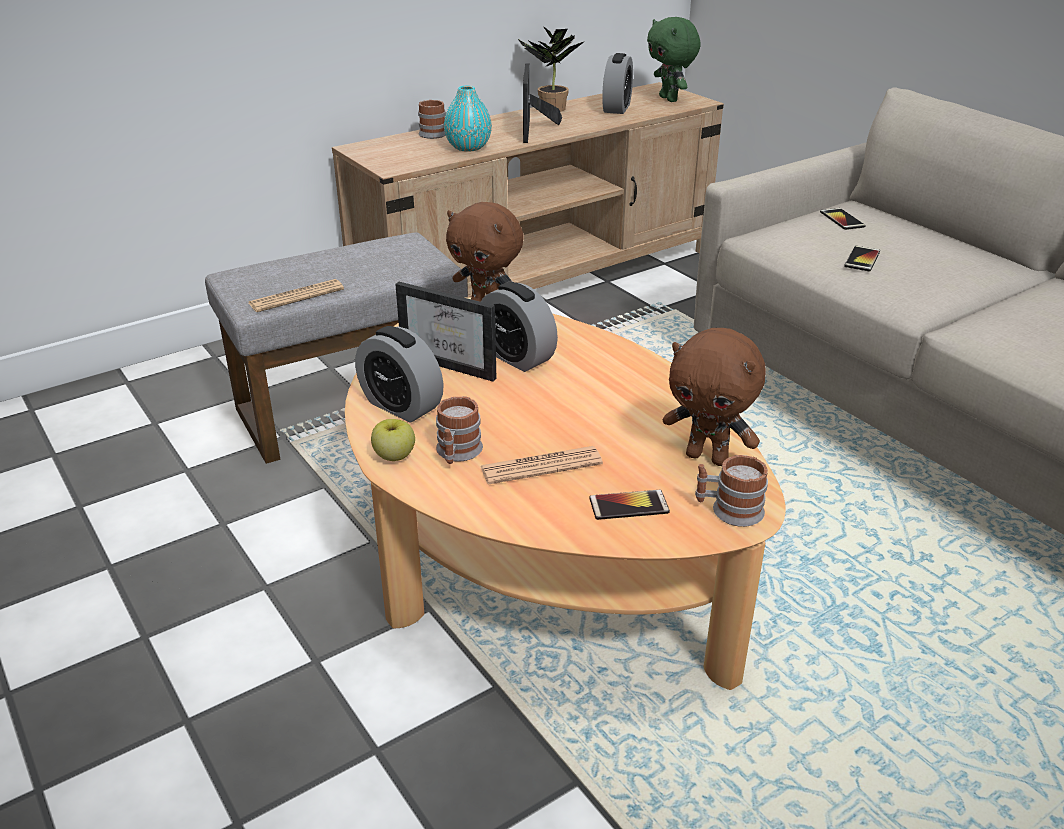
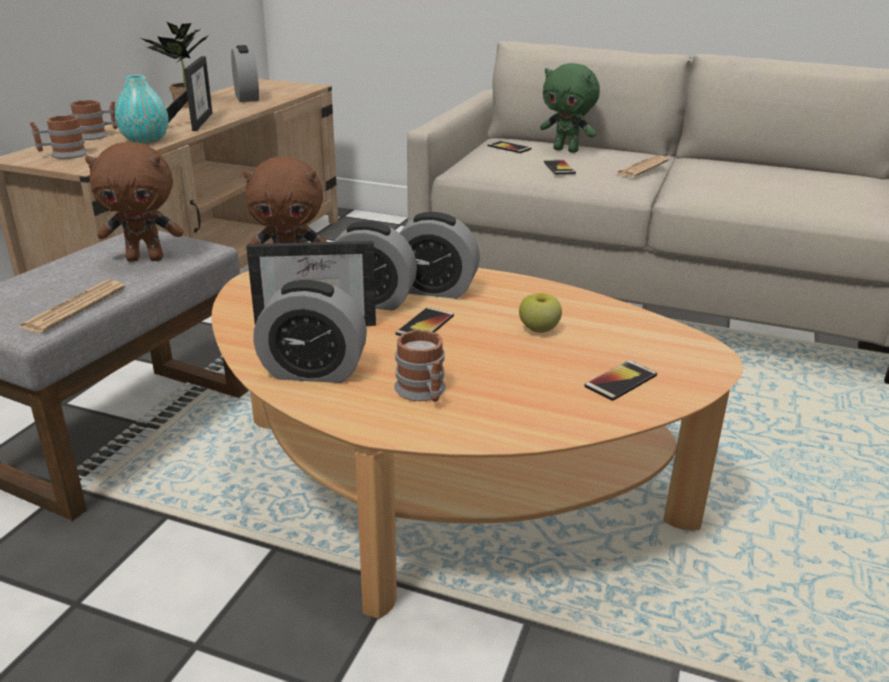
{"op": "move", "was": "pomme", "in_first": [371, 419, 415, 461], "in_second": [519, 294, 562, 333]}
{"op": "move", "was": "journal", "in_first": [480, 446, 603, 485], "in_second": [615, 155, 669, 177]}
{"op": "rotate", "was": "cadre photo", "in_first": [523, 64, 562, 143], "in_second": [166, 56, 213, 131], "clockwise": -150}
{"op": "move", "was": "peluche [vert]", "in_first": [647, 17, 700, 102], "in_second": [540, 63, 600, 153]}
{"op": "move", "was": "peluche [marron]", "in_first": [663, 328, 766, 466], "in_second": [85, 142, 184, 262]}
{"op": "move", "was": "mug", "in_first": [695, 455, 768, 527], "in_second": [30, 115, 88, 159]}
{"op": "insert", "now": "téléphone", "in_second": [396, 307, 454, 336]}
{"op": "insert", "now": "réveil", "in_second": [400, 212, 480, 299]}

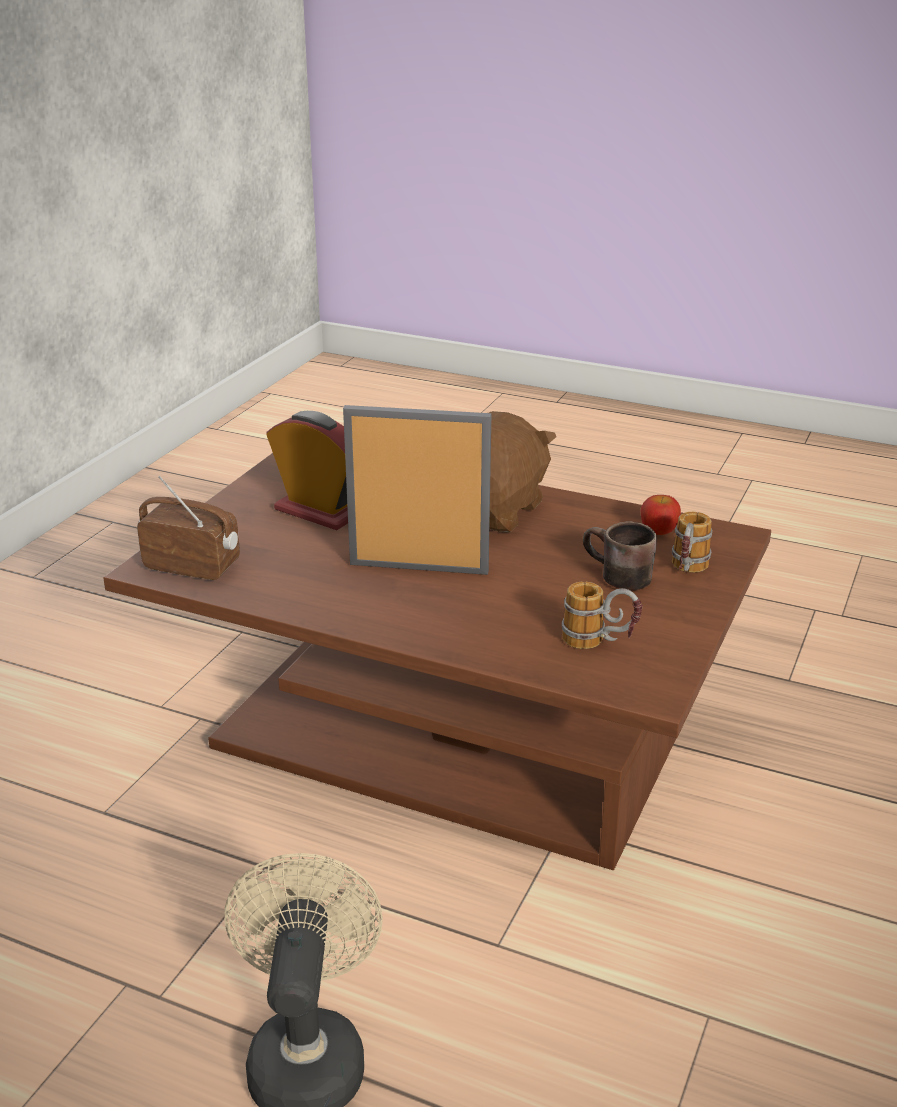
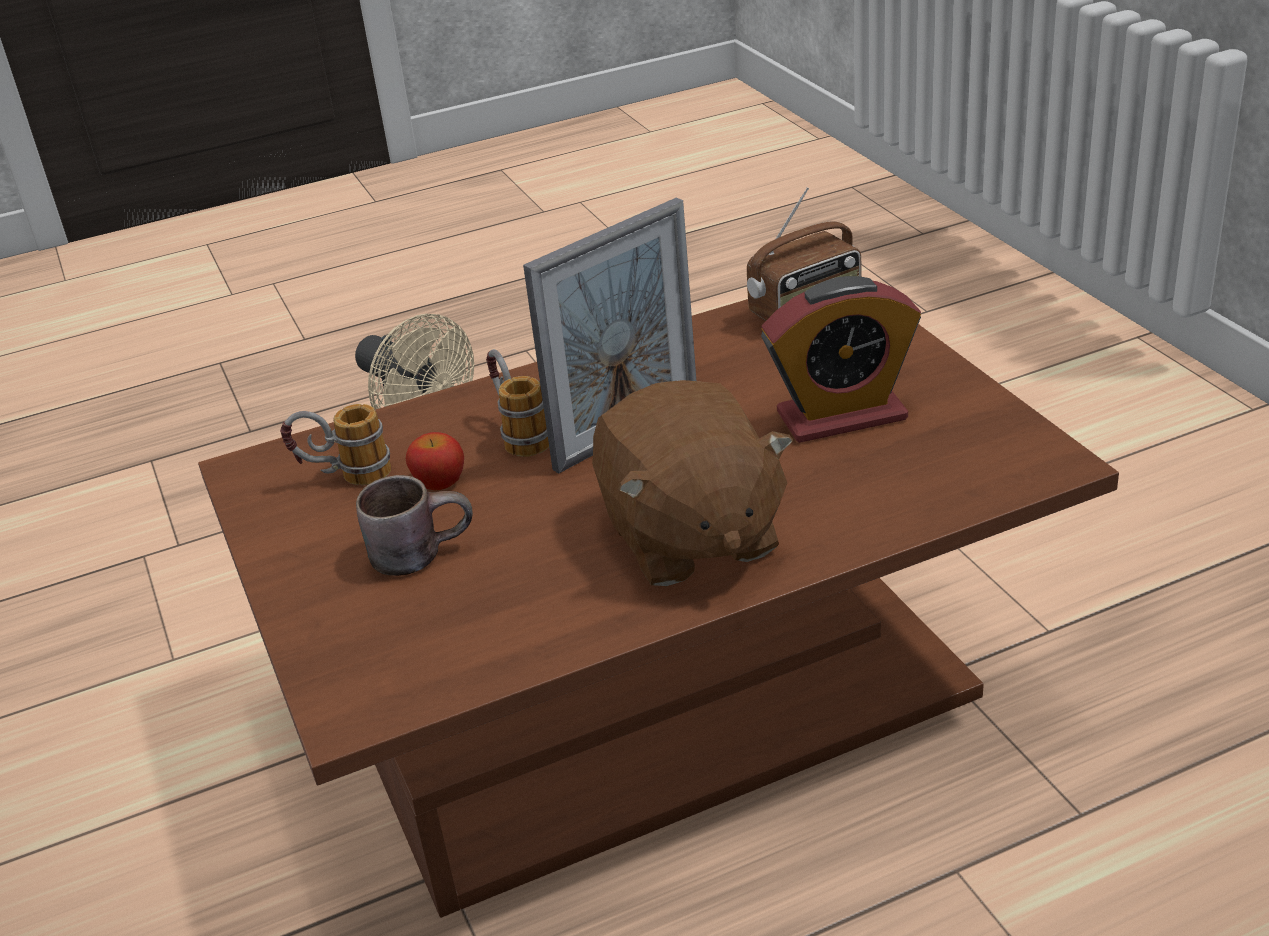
{"op": "move", "was": "pomme", "in_first": [641, 495, 681, 535], "in_second": [406, 432, 464, 490]}
{"op": "move", "was": "mug", "in_first": [672, 512, 713, 573], "in_second": [486, 349, 549, 457]}

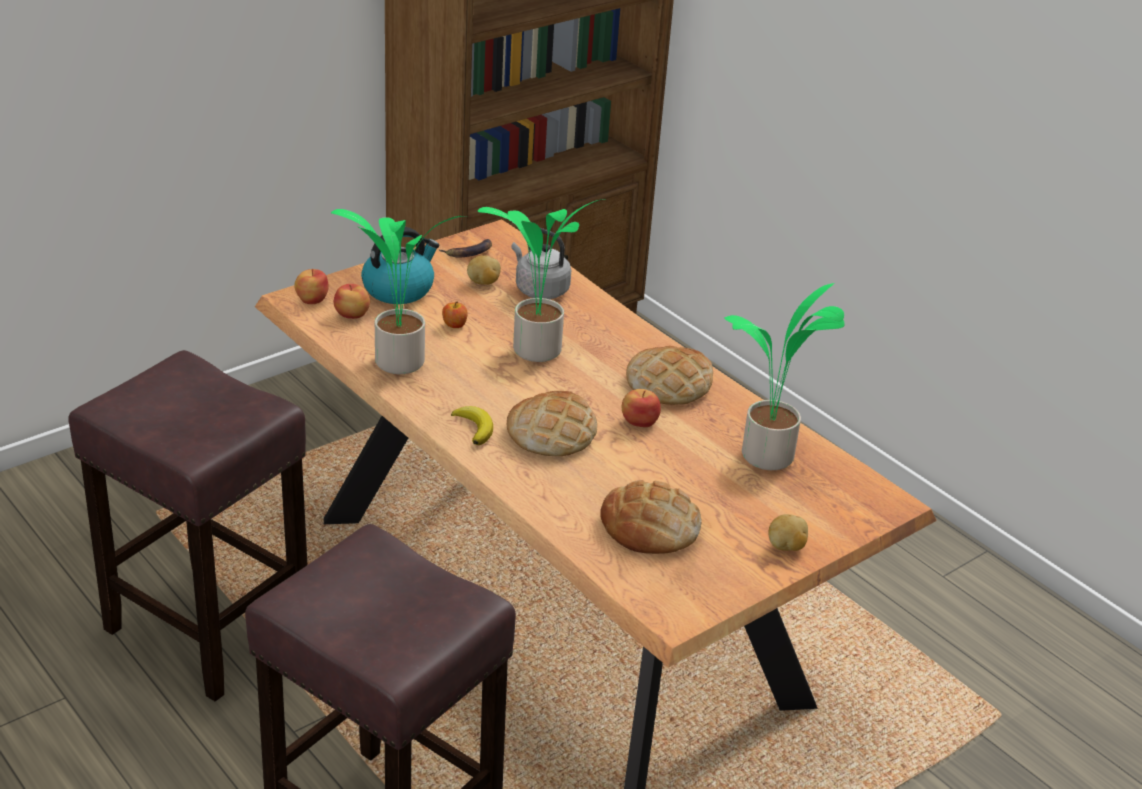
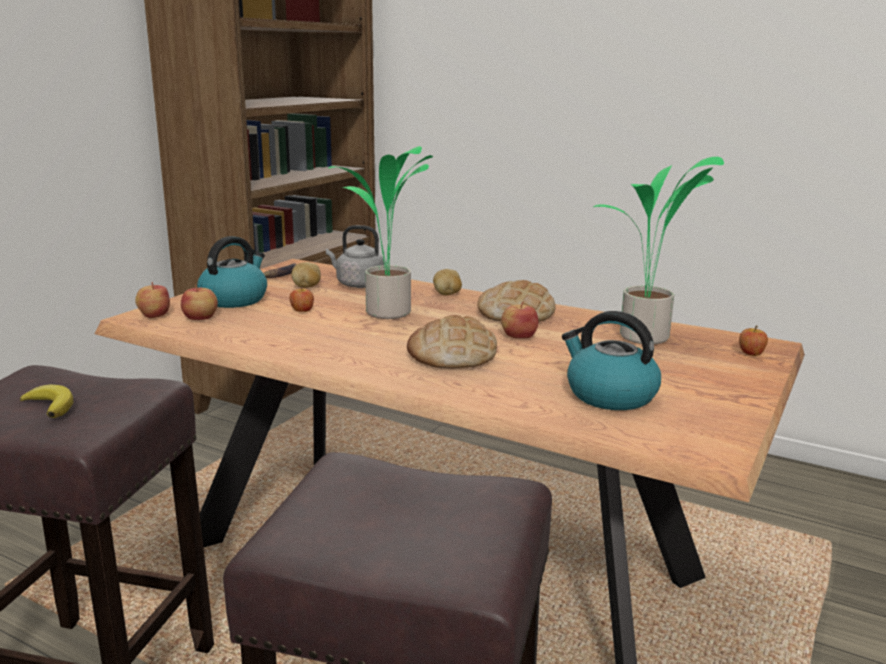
{"op": "delete", "was": "plante en pot", "in_first": [331, 209, 467, 374]}
{"op": "move", "was": "banane", "in_first": [451, 406, 493, 445], "in_second": [20, 384, 73, 418]}
{"op": "replace", "was": "pain", "now": "bouilloire", "in_first": [600, 480, 702, 554], "in_second": [562, 311, 661, 410]}
{"op": "move", "was": "pomme de terre", "in_first": [768, 514, 808, 551], "in_second": [433, 269, 462, 295]}
{"op": "insert", "now": "pomme", "in_second": [739, 326, 768, 356]}

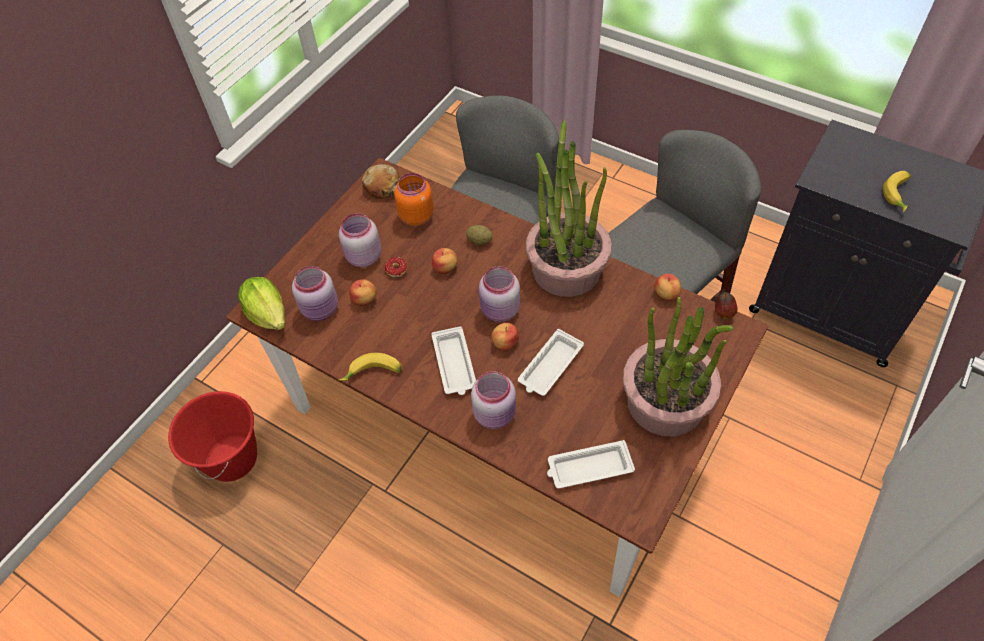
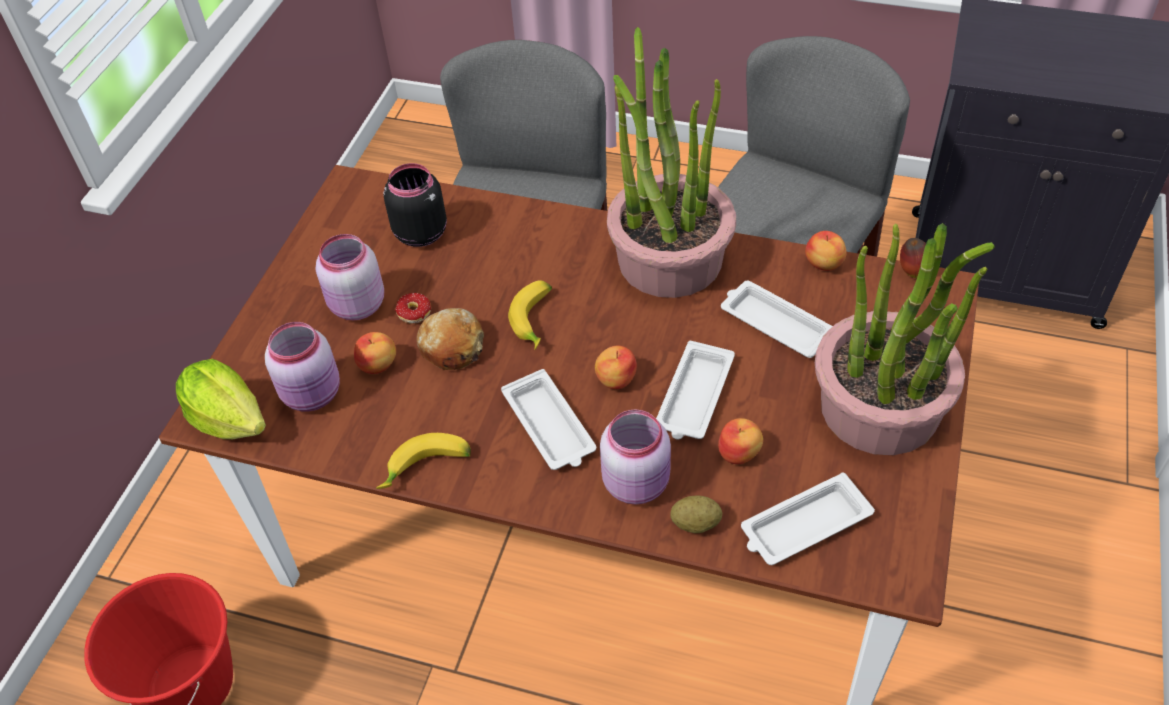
{"op": "move", "was": "pain", "in_first": [362, 164, 400, 199], "in_second": [416, 308, 484, 370]}
{"op": "recolor", "was": "bocal [orange]", "now": "bocal [noir]", "in_first": [394, 173, 434, 226], "in_second": [383, 163, 447, 247]}
{"op": "move", "was": "pomme", "in_first": [432, 248, 458, 274], "in_second": [718, 418, 763, 464]}
{"op": "move", "was": "pomme de terre", "in_first": [466, 225, 493, 245], "in_second": [670, 496, 722, 533]}
{"op": "delete", "was": "bocal [rose]", "in_first": [479, 266, 520, 322]}
{"op": "move", "was": "banane", "in_first": [883, 171, 911, 212], "in_second": [508, 281, 552, 350]}
{"op": "insert", "now": "plateau [blanc]", "in_second": [721, 281, 833, 358]}

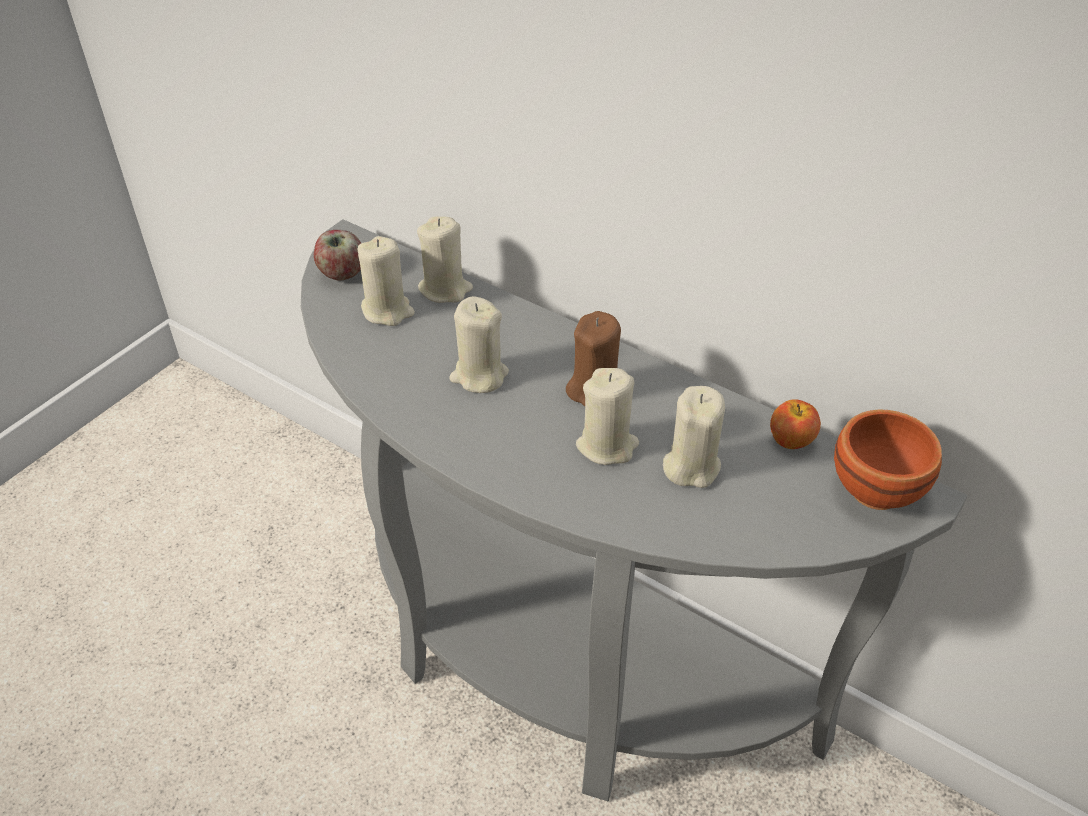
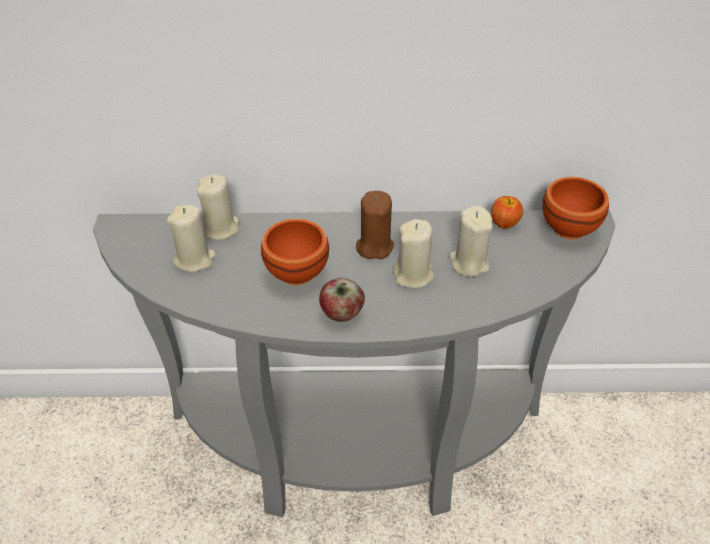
{"op": "move", "was": "pomme", "in_first": [314, 230, 361, 280], "in_second": [319, 278, 365, 322]}
{"op": "replace", "was": "bougie [beige]", "now": "bol [marron]", "in_first": [449, 296, 509, 393], "in_second": [261, 219, 329, 285]}

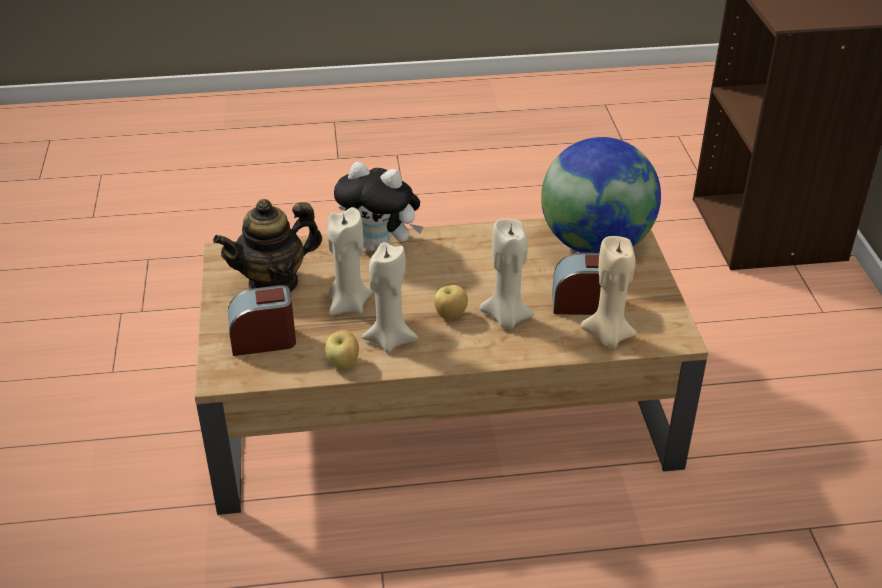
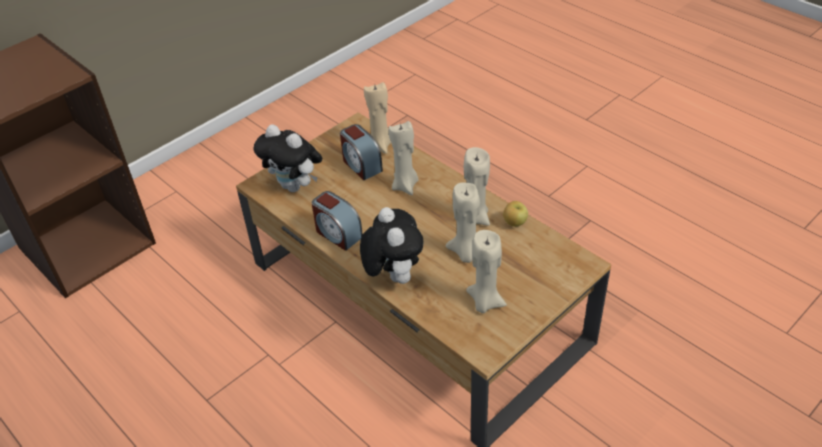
{"op": "replace", "was": "théière", "now": "bougie [beige]", "in_first": [213, 199, 322, 293], "in_second": [466, 230, 507, 313]}
{"op": "move", "was": "réveil", "in_first": [228, 285, 296, 356], "in_second": [311, 191, 363, 251]}
{"op": "delete", "was": "pomme", "in_first": [434, 285, 468, 320]}
{"op": "replace", "was": "globe", "now": "peluche", "in_first": [541, 137, 661, 253], "in_second": [254, 124, 322, 192]}

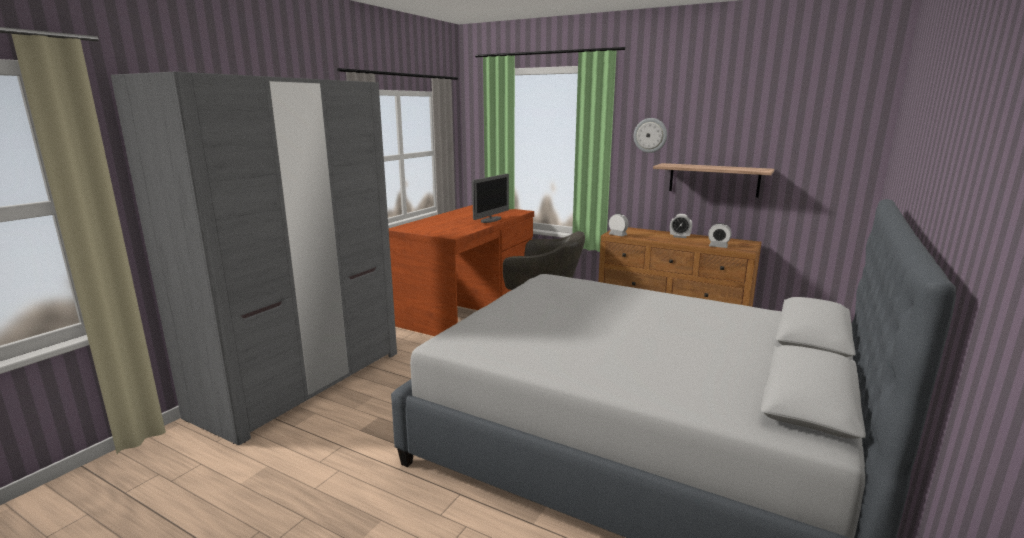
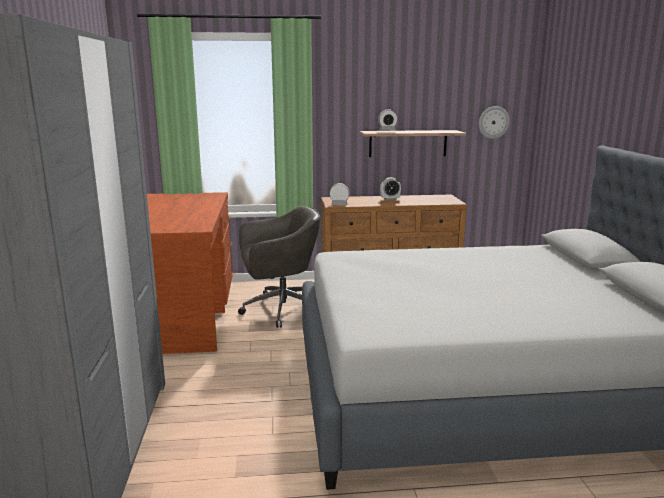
{"op": "delete", "was": "écran d'ordinateur", "in_first": [472, 174, 509, 223]}
{"op": "move", "was": "horloge murale", "in_first": [634, 118, 667, 153], "in_second": [479, 106, 510, 139]}
{"op": "move", "was": "réveil", "in_first": [708, 223, 732, 248], "in_second": [378, 109, 398, 131]}

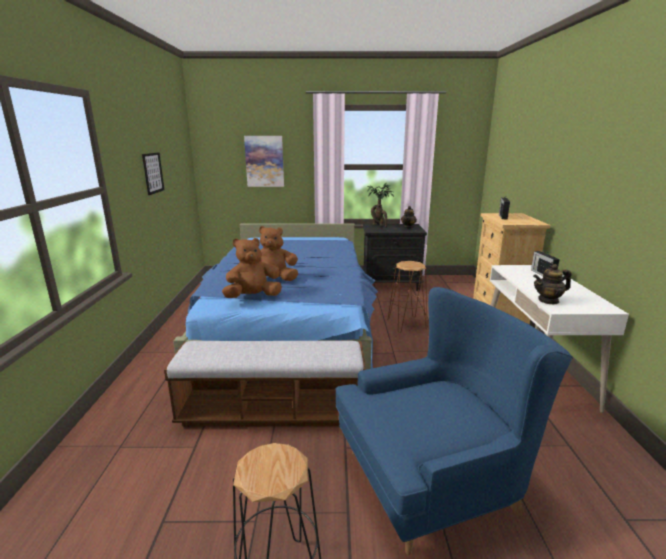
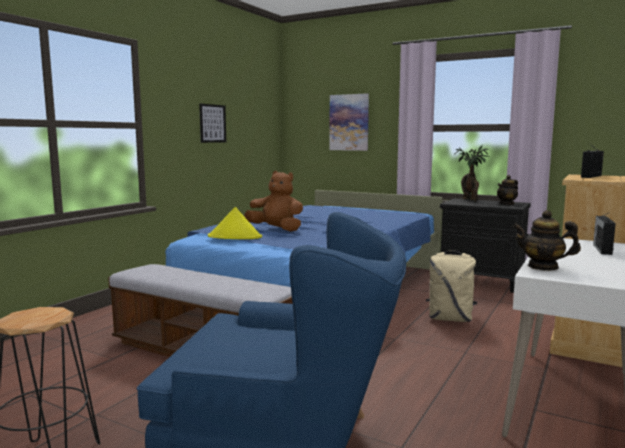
{"op": "replace", "was": "peluche [marron]", "now": "chapeau [jaune]", "in_first": [222, 238, 282, 298], "in_second": [208, 207, 262, 239]}
{"op": "replace", "was": "tabouret [marron]", "now": "sac à dos [beige]", "in_first": [388, 261, 428, 333], "in_second": [426, 250, 477, 322]}

